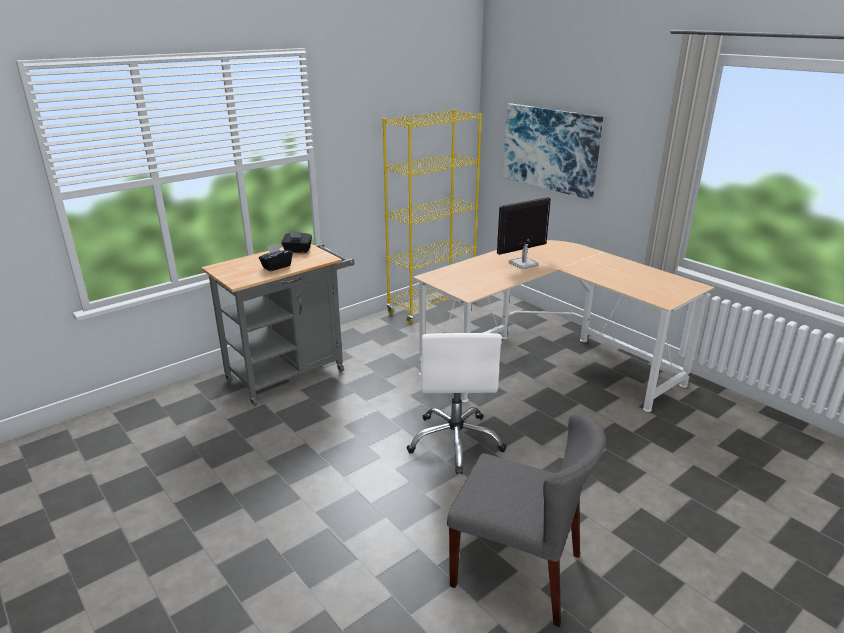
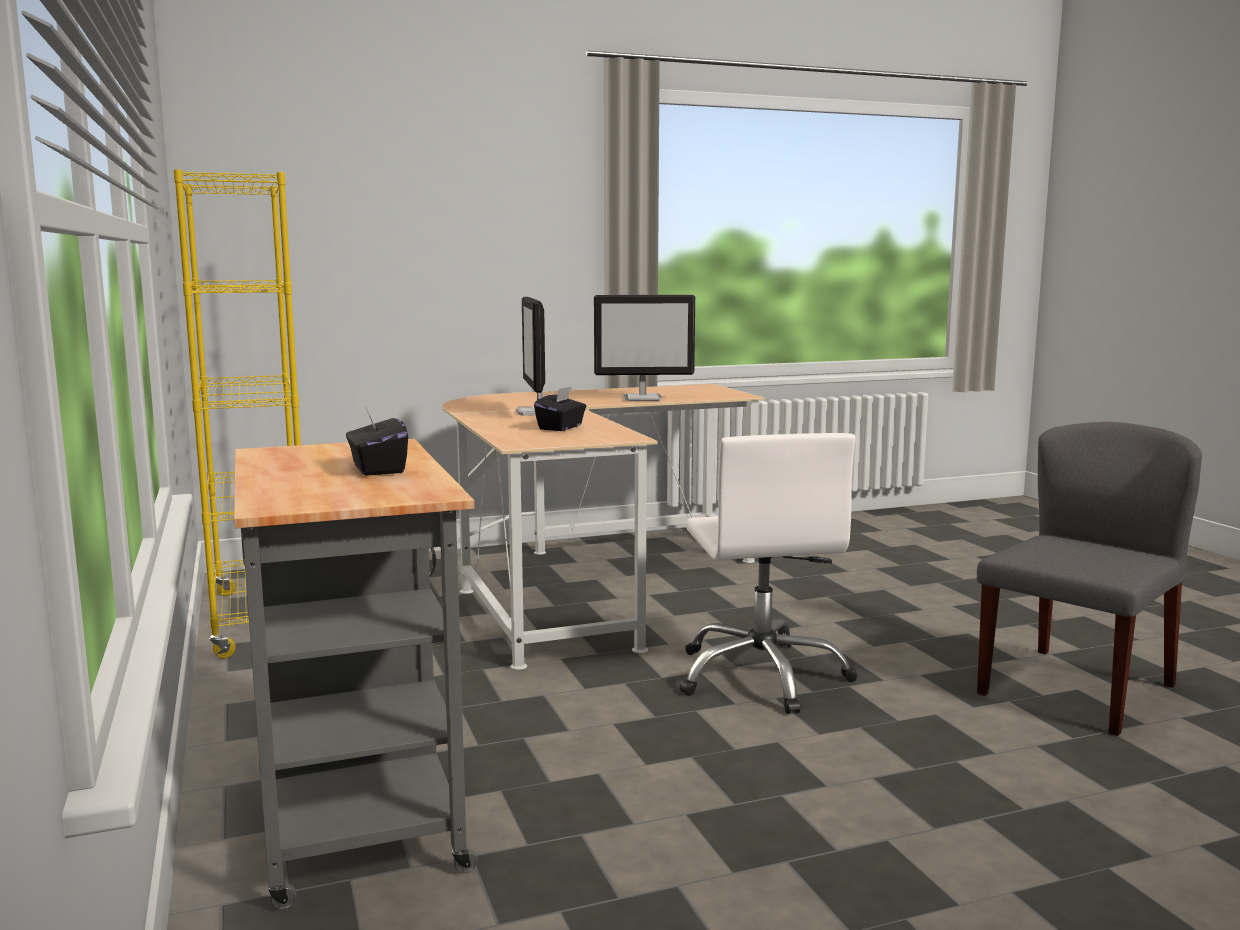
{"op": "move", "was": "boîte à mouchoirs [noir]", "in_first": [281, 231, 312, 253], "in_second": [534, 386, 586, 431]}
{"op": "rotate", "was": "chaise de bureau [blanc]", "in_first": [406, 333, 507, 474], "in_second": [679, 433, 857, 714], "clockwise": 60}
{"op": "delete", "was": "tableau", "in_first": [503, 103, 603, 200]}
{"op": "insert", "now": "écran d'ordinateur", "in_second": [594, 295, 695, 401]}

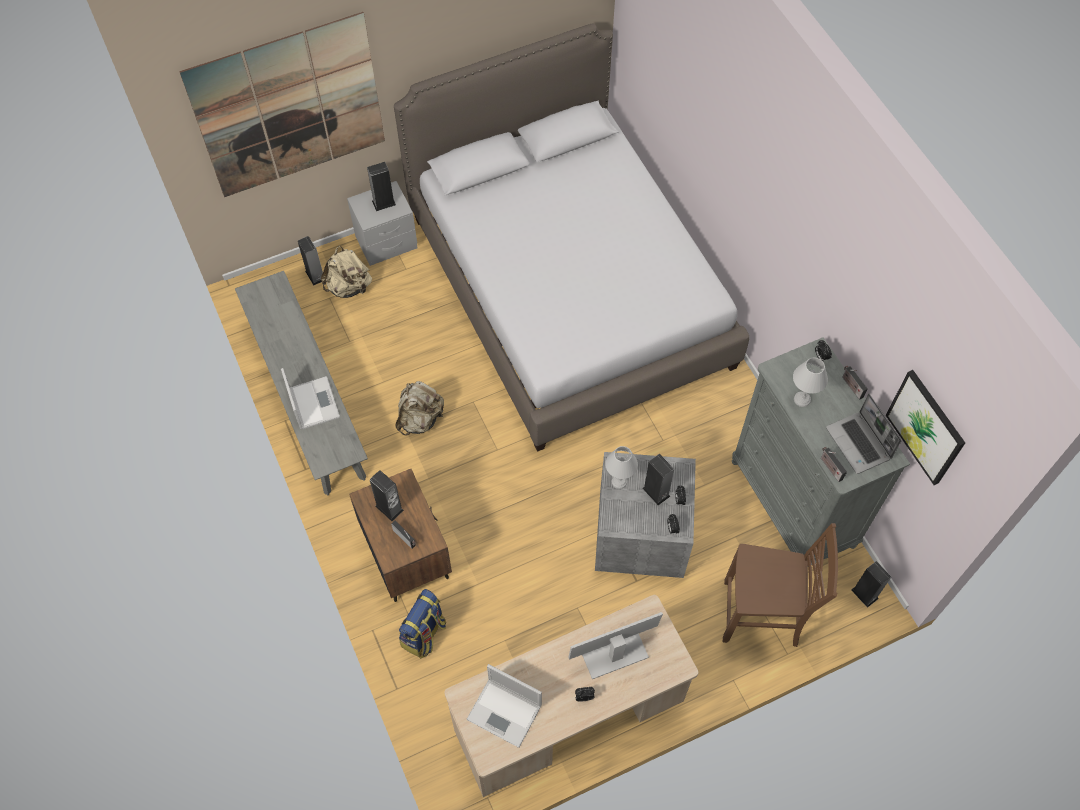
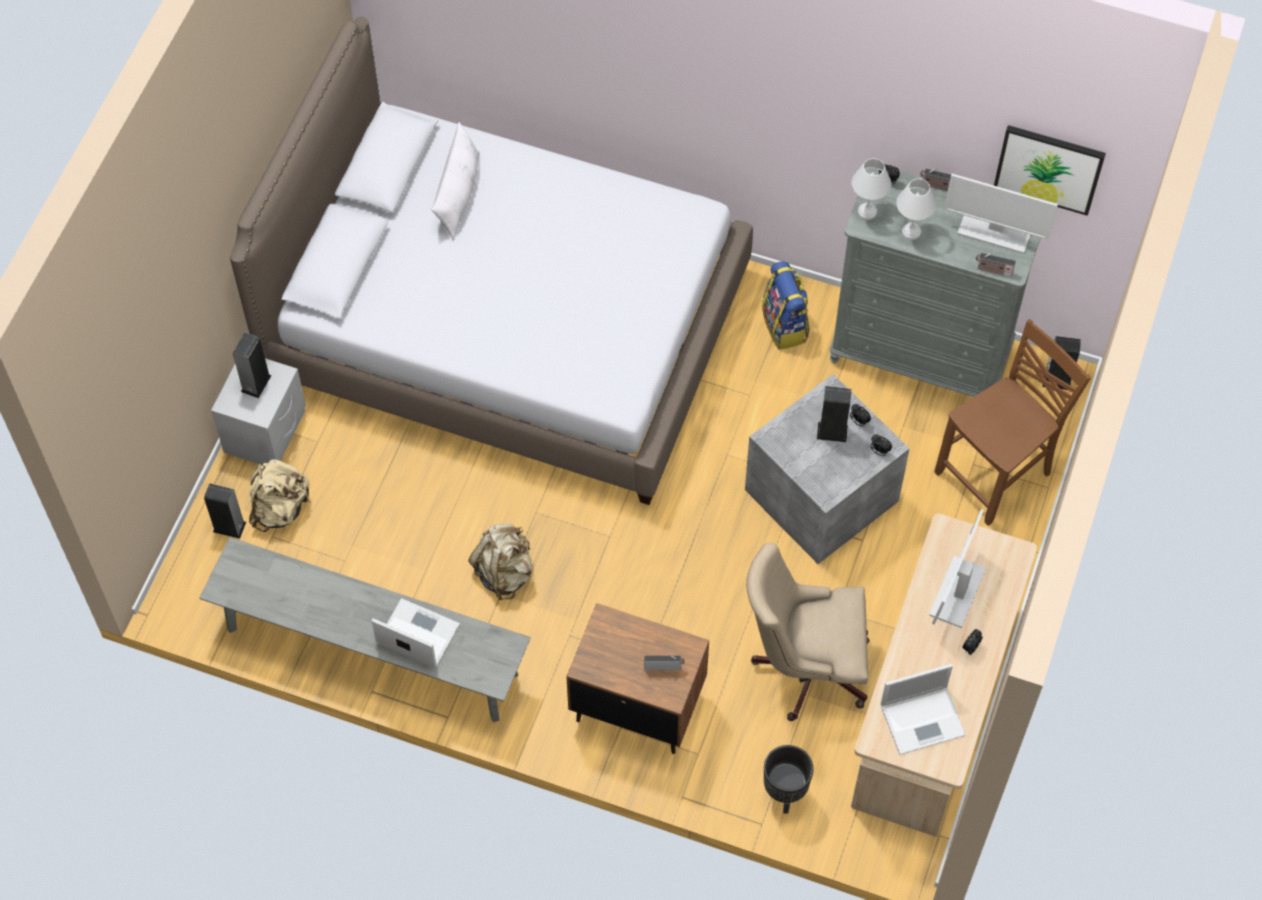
{"op": "delete", "was": "tableau", "in_first": [179, 12, 385, 197]}
{"op": "delete", "was": "enceinte", "in_first": [370, 470, 404, 521]}
{"op": "move", "was": "sac à dos", "in_first": [399, 589, 446, 658], "in_second": [762, 261, 810, 350]}
{"op": "move", "was": "lampe de table [blanc]", "in_first": [605, 446, 638, 489], "in_second": [852, 158, 892, 220]}
{"op": "replace", "was": "ordinateur portable", "now": "écran d'ordinateur", "in_first": [826, 393, 901, 474], "in_second": [944, 174, 1058, 254]}
{"op": "insert", "now": "coussin [blanc]", "in_second": [431, 122, 480, 241]}
{"op": "insert", "now": "chaise de bureau [beige]", "in_second": [746, 543, 869, 721]}
{"op": "insert", "now": "cache-pot [noir]", "in_second": [764, 745, 813, 814]}

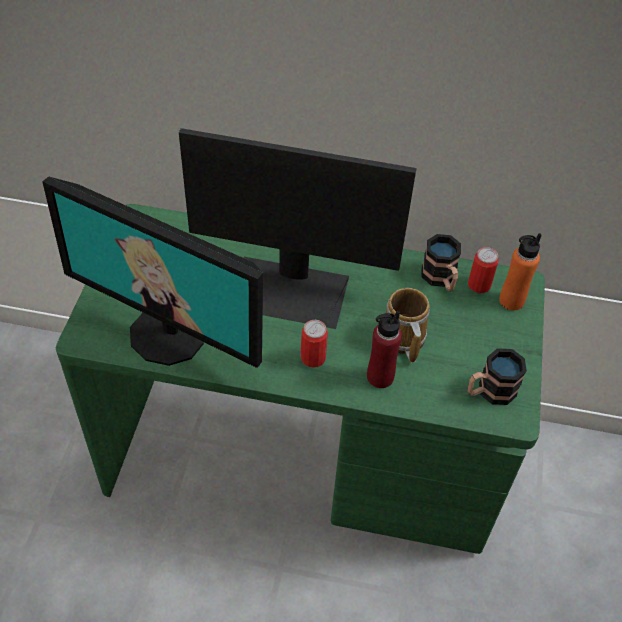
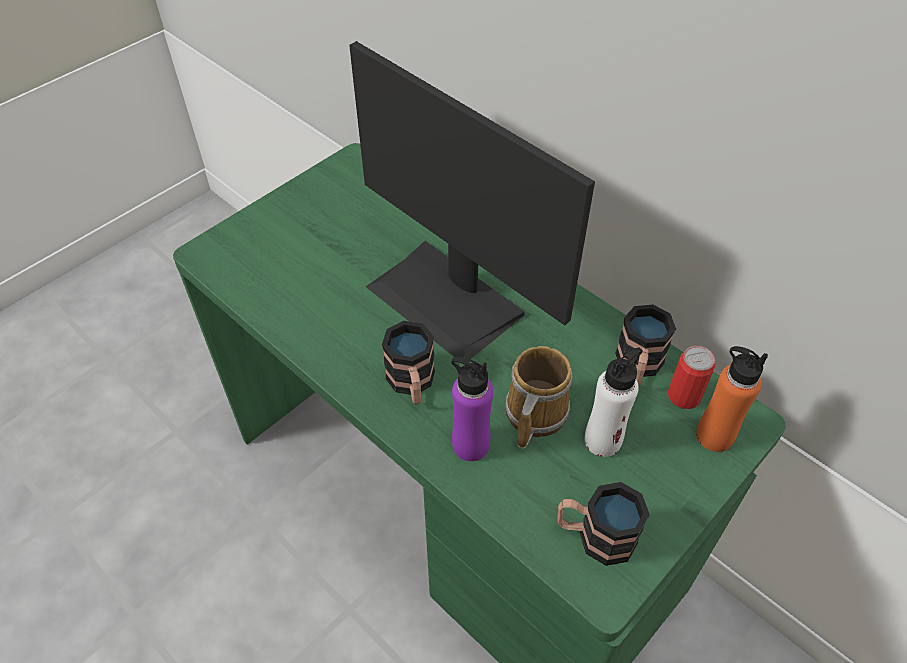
{"op": "delete", "was": "écran d'ordinateur", "in_first": [42, 176, 263, 368]}
{"op": "replace", "was": "boîte métallique", "now": "mug", "in_first": [300, 320, 328, 367], "in_second": [382, 321, 435, 404]}
{"op": "recolor", "was": "bouteille [rouge]", "now": "bouteille [violet]", "in_first": [367, 311, 402, 388], "in_second": [451, 357, 493, 461]}
{"op": "insert", "now": "bouteille [blanc]", "in_second": [585, 348, 643, 457]}

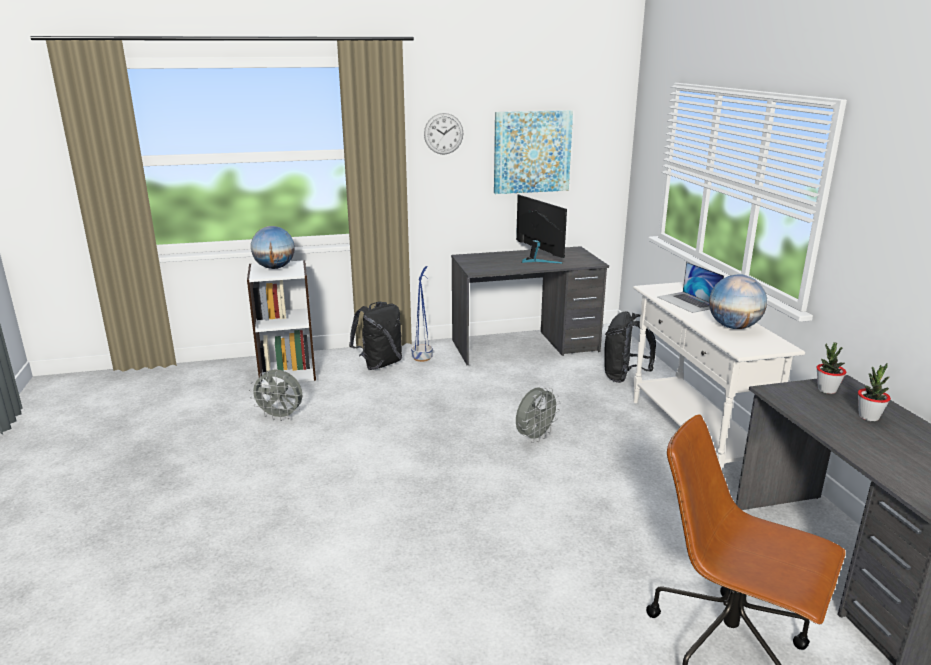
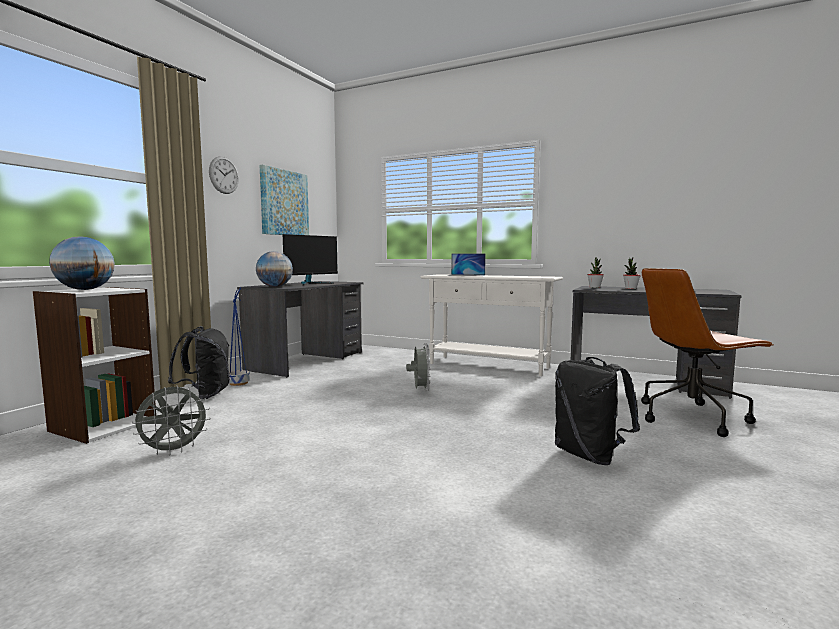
{"op": "rotate", "was": "écran d'ordinateur", "in_first": [516, 195, 567, 264], "in_second": [283, 234, 338, 285], "clockwise": 120}
{"op": "move", "was": "sac à dos [noir]", "in_first": [604, 311, 656, 383], "in_second": [555, 357, 640, 465]}
{"op": "move", "was": "globe", "in_first": [709, 274, 767, 329], "in_second": [256, 251, 293, 287]}

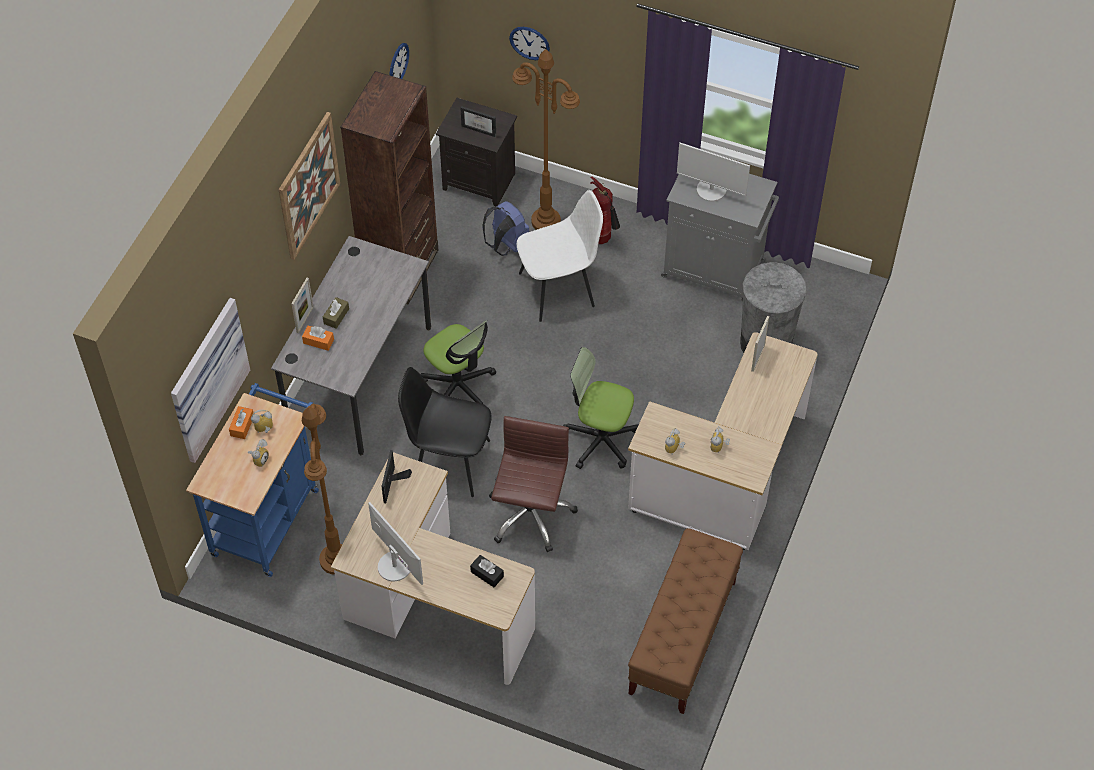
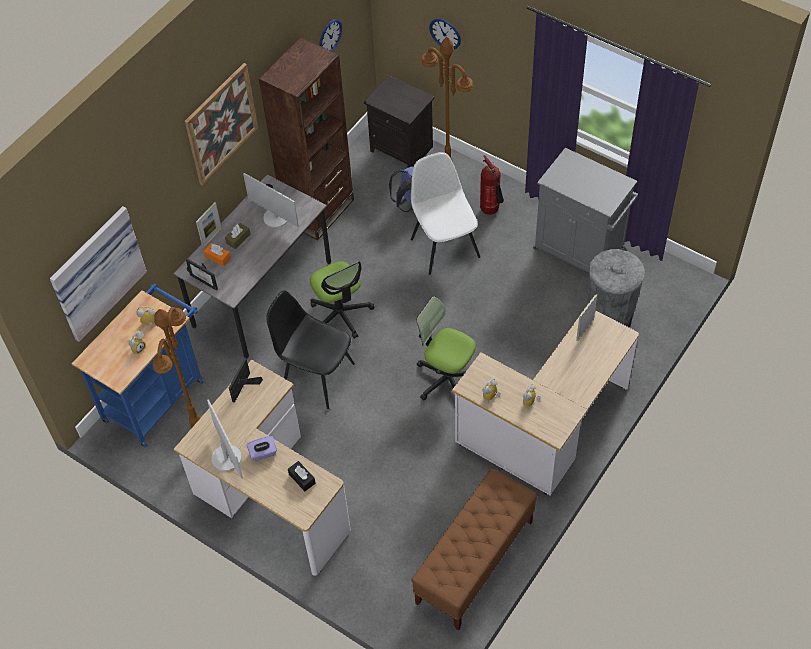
{"op": "delete", "was": "boîte à mouchoirs [orange]", "in_first": [229, 406, 253, 439]}
{"op": "move", "was": "cadre photo", "in_first": [461, 106, 496, 137], "in_second": [186, 258, 218, 291]}
{"op": "delete", "was": "chaise de bureau [marron]", "in_first": [489, 416, 578, 552]}
{"op": "rotate", "was": "chaise [blanc]", "in_first": [517, 190, 603, 322], "in_second": [411, 152, 480, 275], "clockwise": -105}
{"op": "move", "was": "écran d'ordinateur", "in_first": [677, 143, 750, 202], "in_second": [243, 173, 299, 228]}
{"op": "insert", "now": "boîte à mouchoirs [violet]", "in_second": [247, 436, 277, 461]}

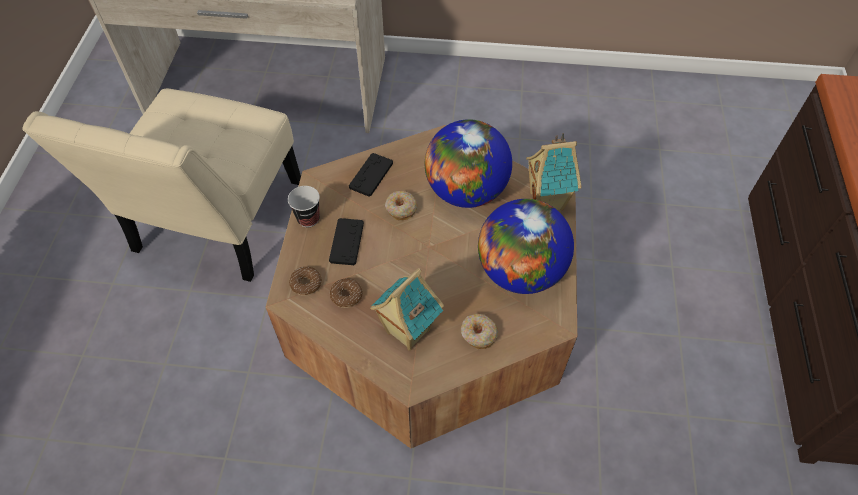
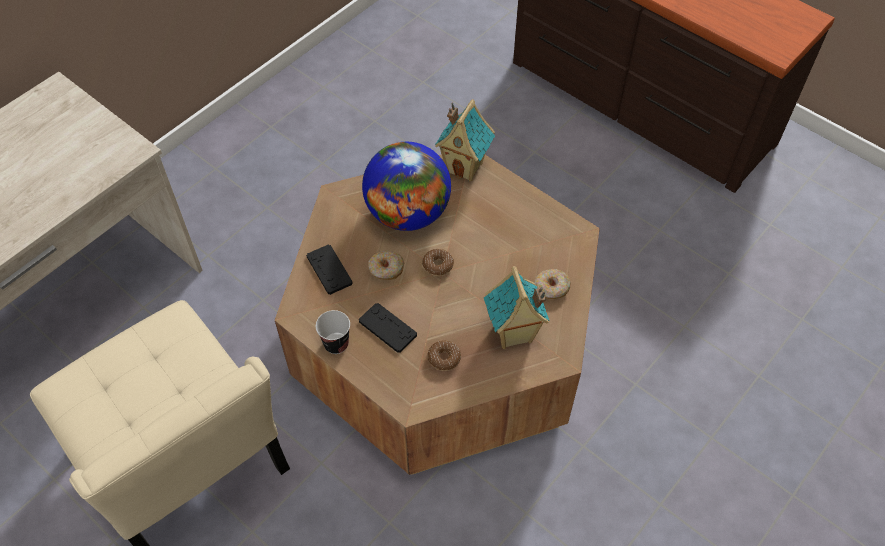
{"op": "move", "was": "beignet", "in_first": [289, 267, 322, 296], "in_second": [422, 249, 454, 276]}
{"op": "delete", "was": "globe", "in_first": [478, 199, 574, 294]}

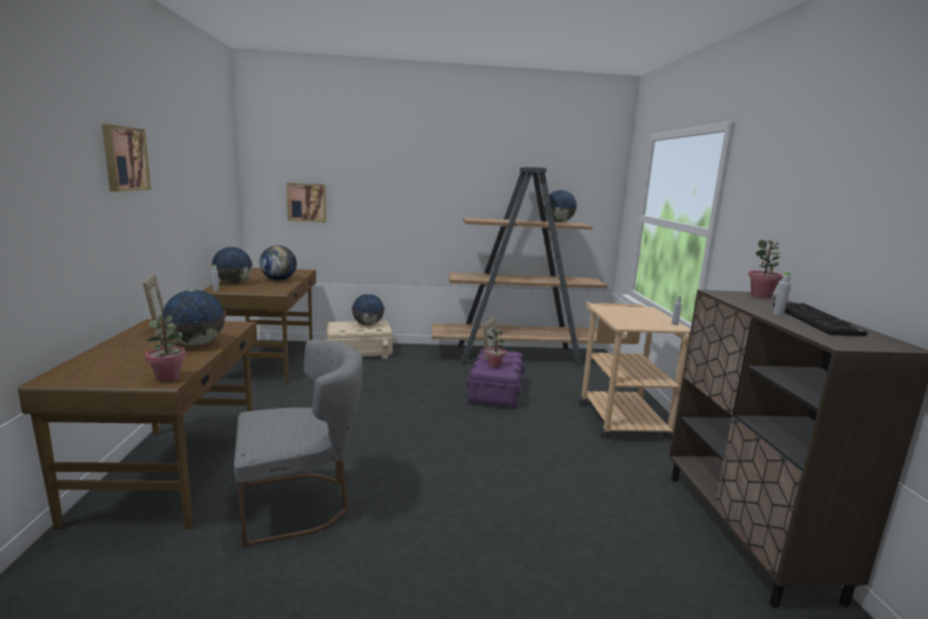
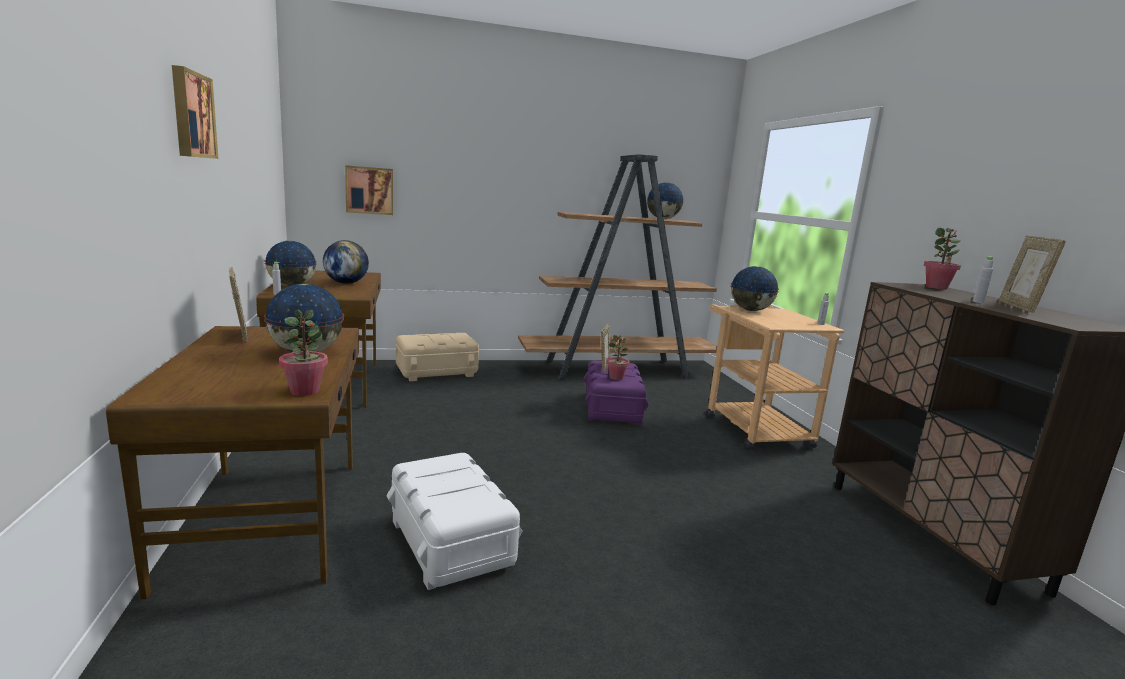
{"op": "replace", "was": "chaise [gris]", "now": "boîte de rangement [blanc]", "in_first": [234, 340, 363, 547], "in_second": [386, 453, 523, 590]}
{"op": "move", "was": "globe", "in_first": [351, 294, 385, 325], "in_second": [730, 266, 779, 311]}
{"op": "replace", "was": "clavier", "now": "cadre photo", "in_first": [773, 303, 867, 336], "in_second": [999, 236, 1066, 313]}

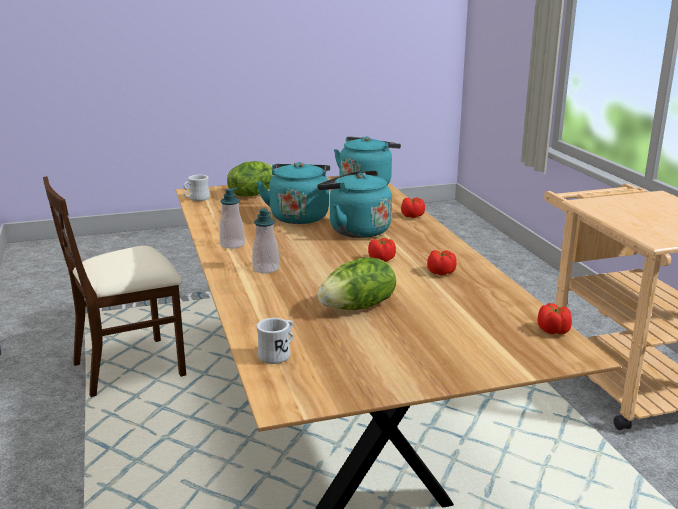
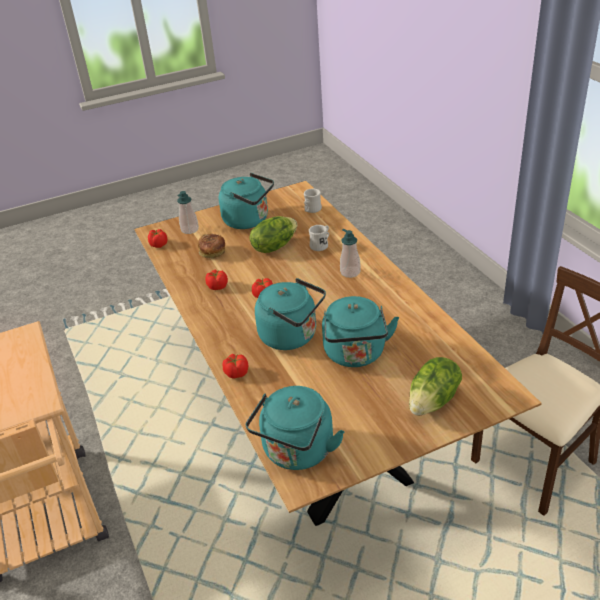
{"op": "move", "was": "mug [blanc]", "in_first": [183, 175, 210, 201], "in_second": [309, 225, 329, 251]}
{"op": "move", "was": "distributeur de savon", "in_first": [219, 187, 245, 249], "in_second": [177, 191, 199, 234]}
{"op": "insert", "now": "pain", "in_second": [198, 234, 225, 258]}
{"op": "insert", "now": "bouilloire [turquoise]", "in_second": [219, 173, 274, 229]}

